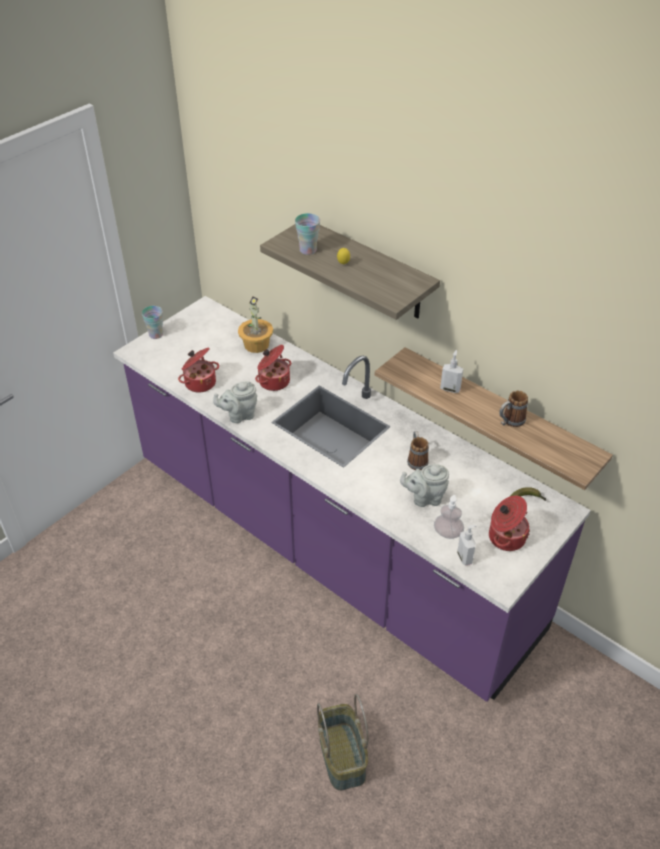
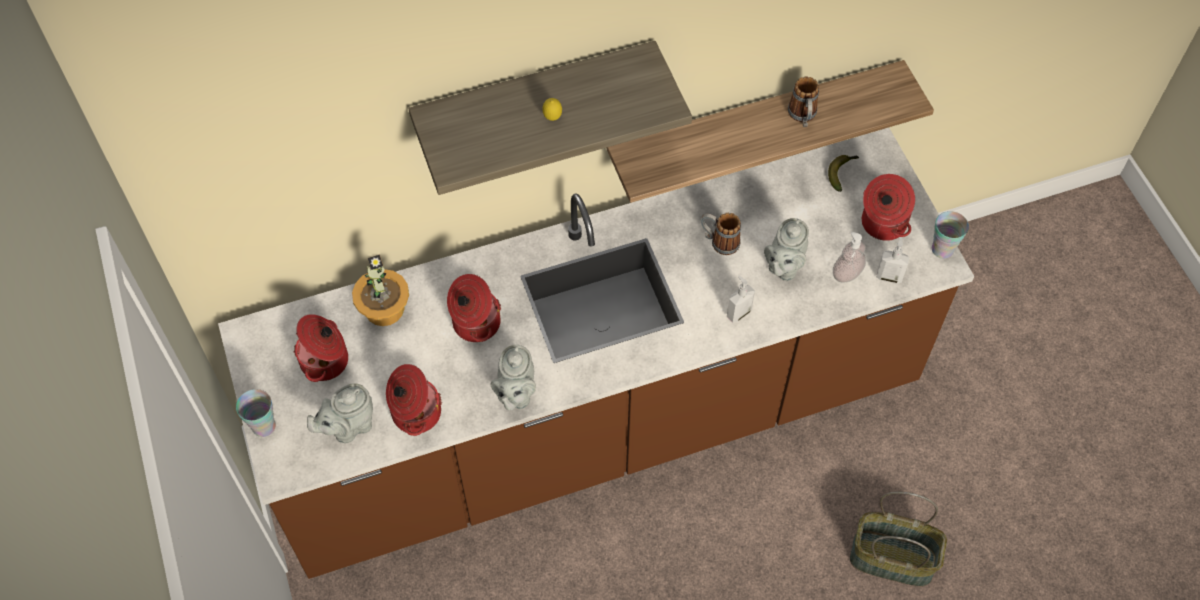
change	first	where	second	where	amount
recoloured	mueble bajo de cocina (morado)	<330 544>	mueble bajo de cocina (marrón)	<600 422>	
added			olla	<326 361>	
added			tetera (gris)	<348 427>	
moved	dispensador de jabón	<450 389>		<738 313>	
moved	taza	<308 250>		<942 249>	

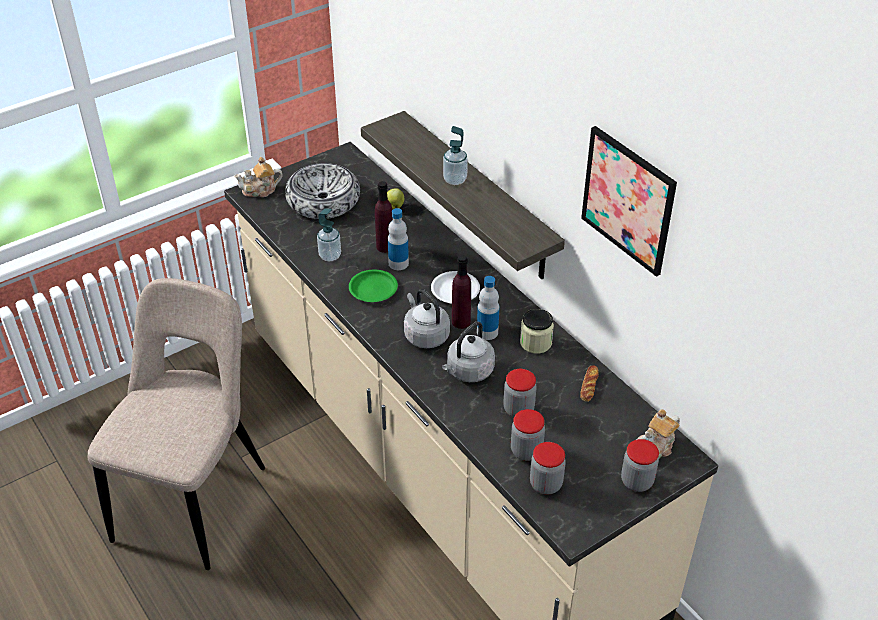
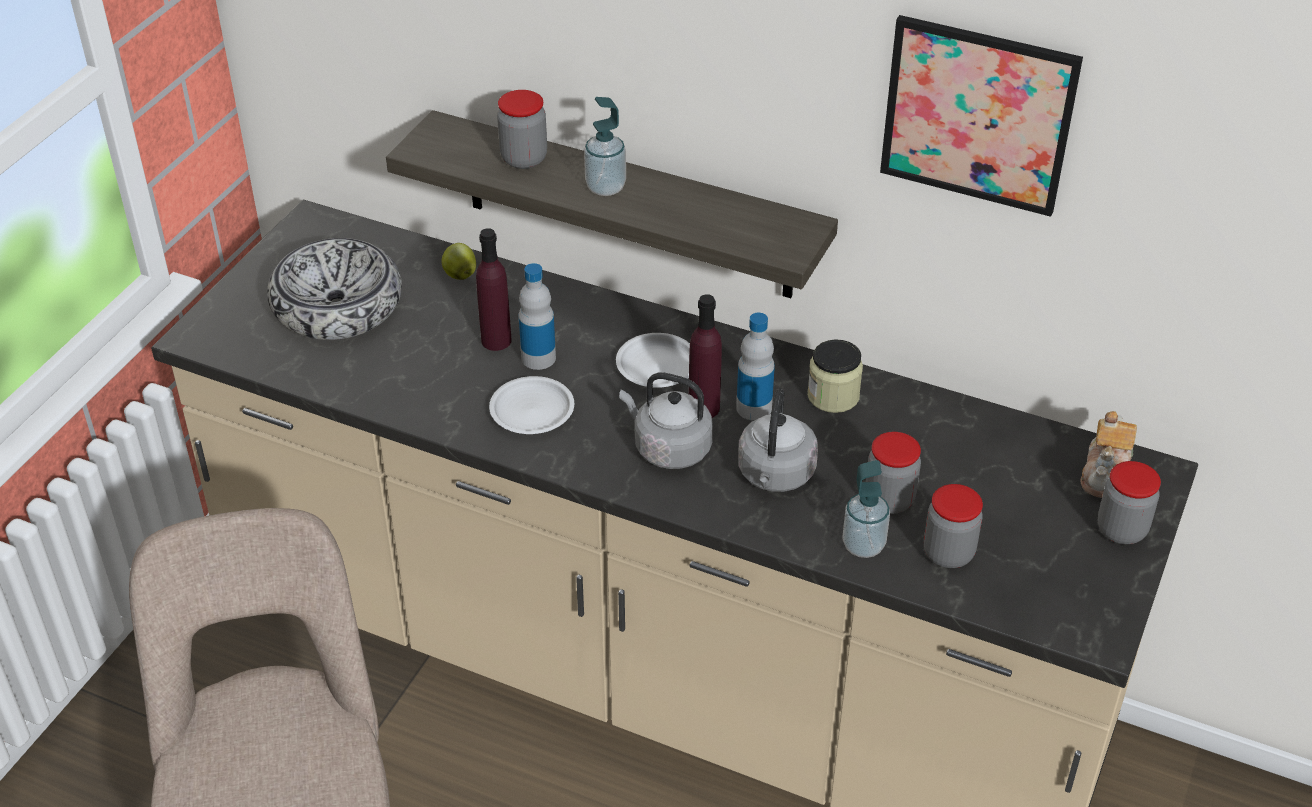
change	first	where	second	where	amount
recoloured	plato (verde)	<373 288>	plato (blanco)	<532 410>	
moved	tarro	<545 484>		<524 159>	
moved	dispensador de jabón	<330 256>		<863 545>	
removed	tetera	<260 190>			
removed	pan	<589 385>			

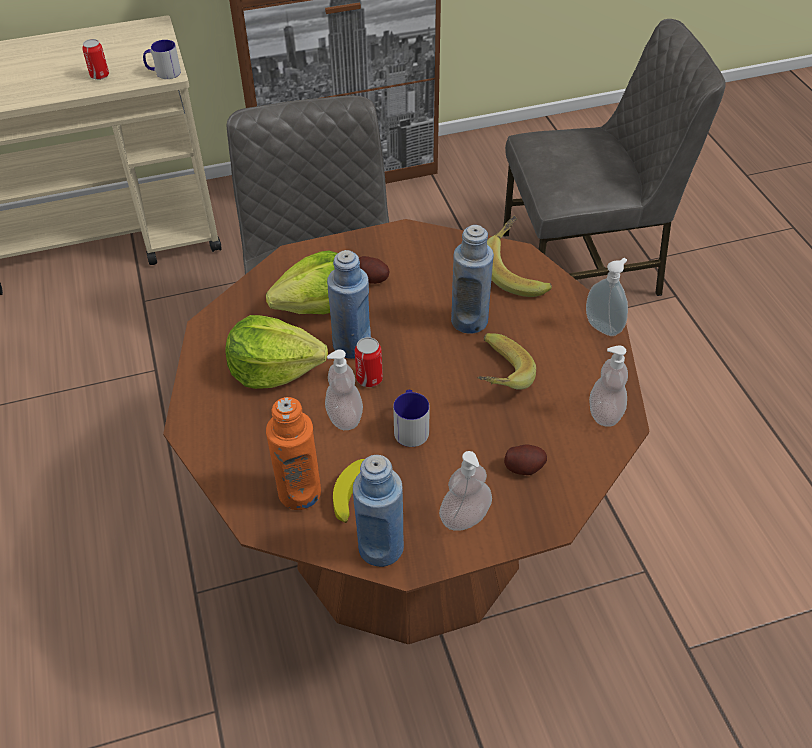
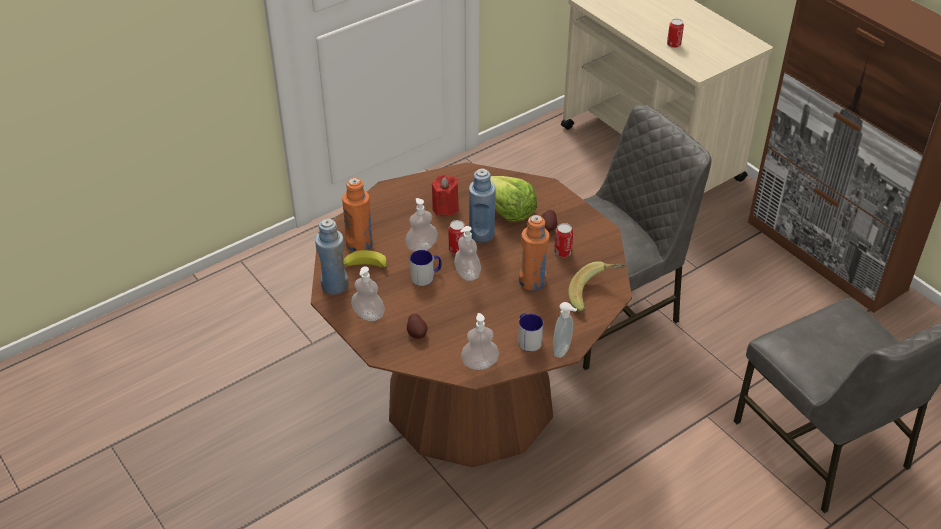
change	first	where	second	where	amount
replaced	lechuga	<274 369>	vela (rojo)	<445 208>	
added			dispensador de jabón	<467 274>	
moved	taza grande	<163 73>		<527 339>	
recoloured	botella (azul)	<469 320>	botella (naranja)	<532 281>	
added			lata	<562 252>	
removed	plátano	<495 377>			

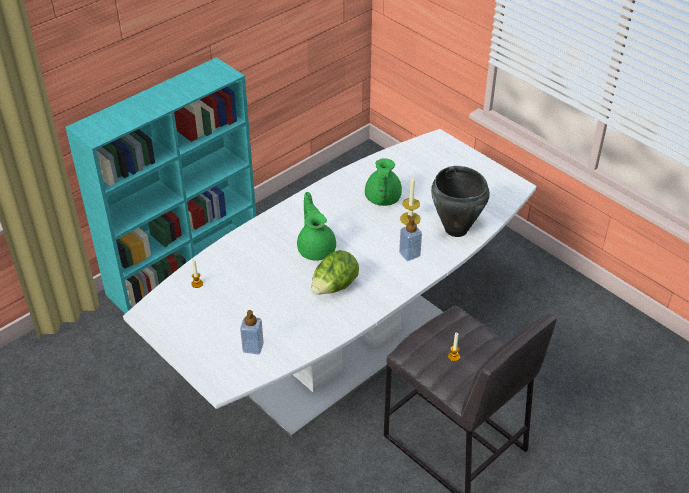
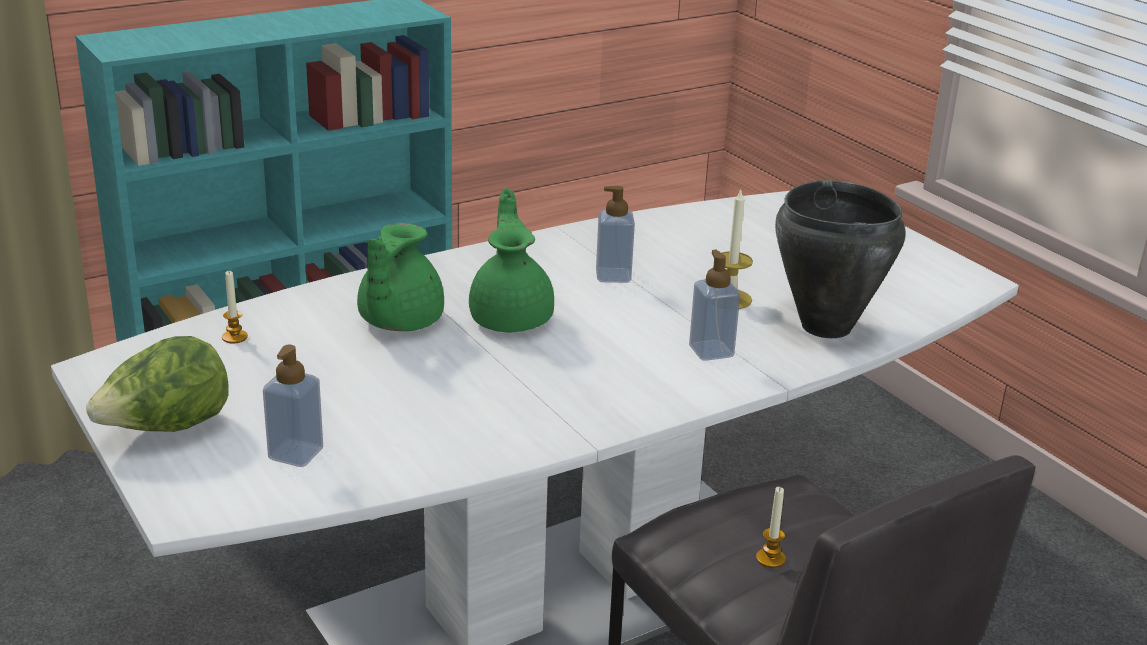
change	first	where	second	where	amount
moved	lechuga	<334 287>		<167 429>	
moved	tetera (verde)	<382 199>		<398 322>	
added			dispensador de jabón	<613 276>	

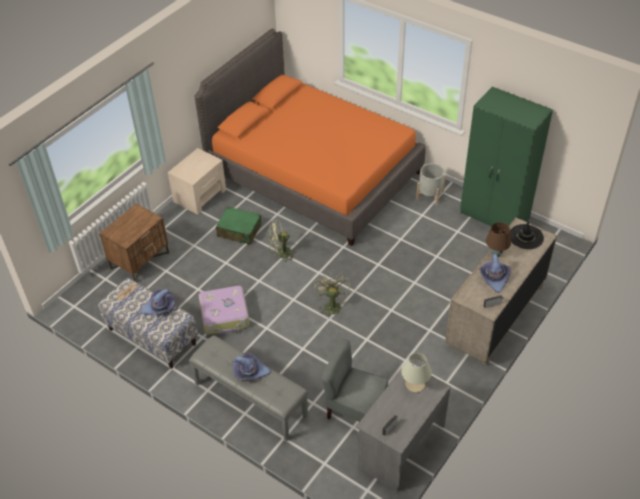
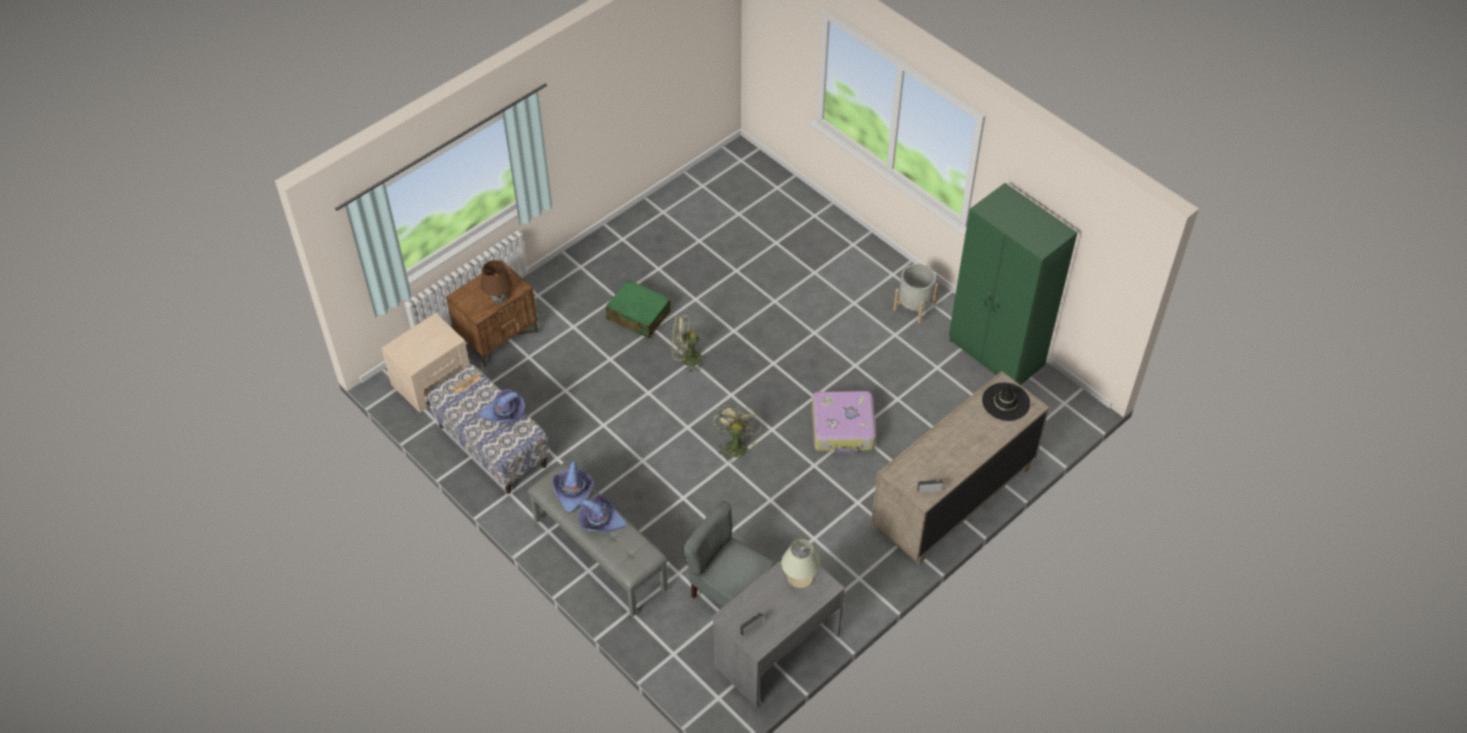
change	first	where	second	where	amount
moved	mesita de noche (beis)	<200 195>		<432 380>	
moved	lámpara de mesa (marrón)	<495 254>		<499 299>	
moved	sombrero (morado)	<494 277>		<573 491>	
moved	maleta	<225 315>		<843 428>	
removed	cama (naranja)	<314 173>			

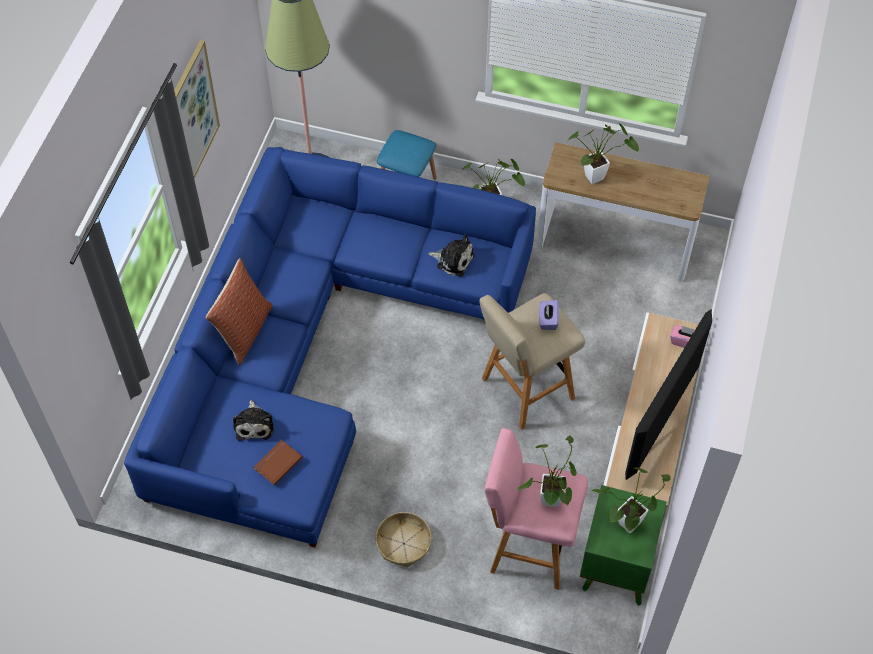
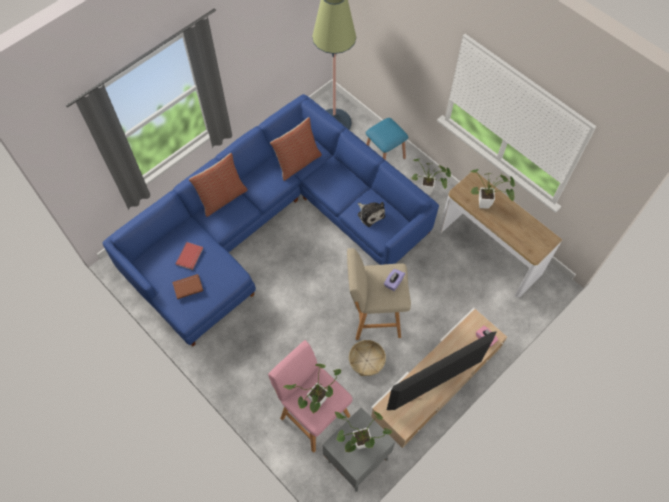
change	first	where	second	where	amount
replaced	peluche	<254 424>	libro (rojo)	<190 256>	
added			cojín	<297 162>	
recoloured	mesita de noche (verde)	<616 568>	mesita de noche (gris)	<356 459>	
moved	cesta	<403 543>		<366 360>	
removed	cuadro	<193 111>			

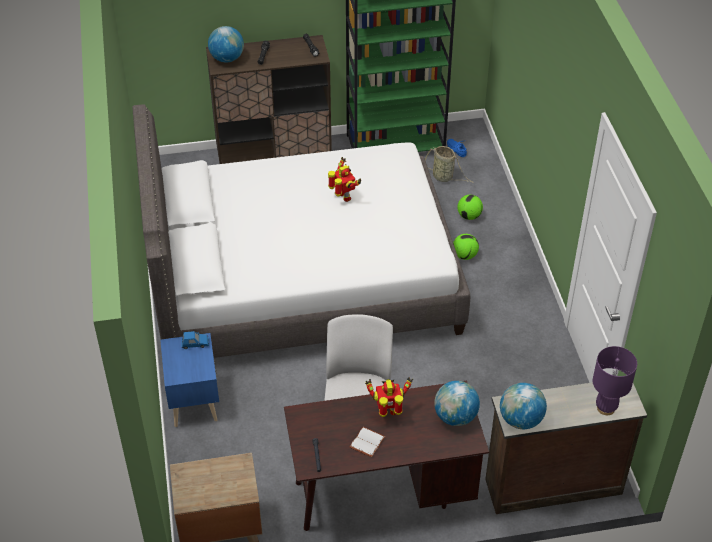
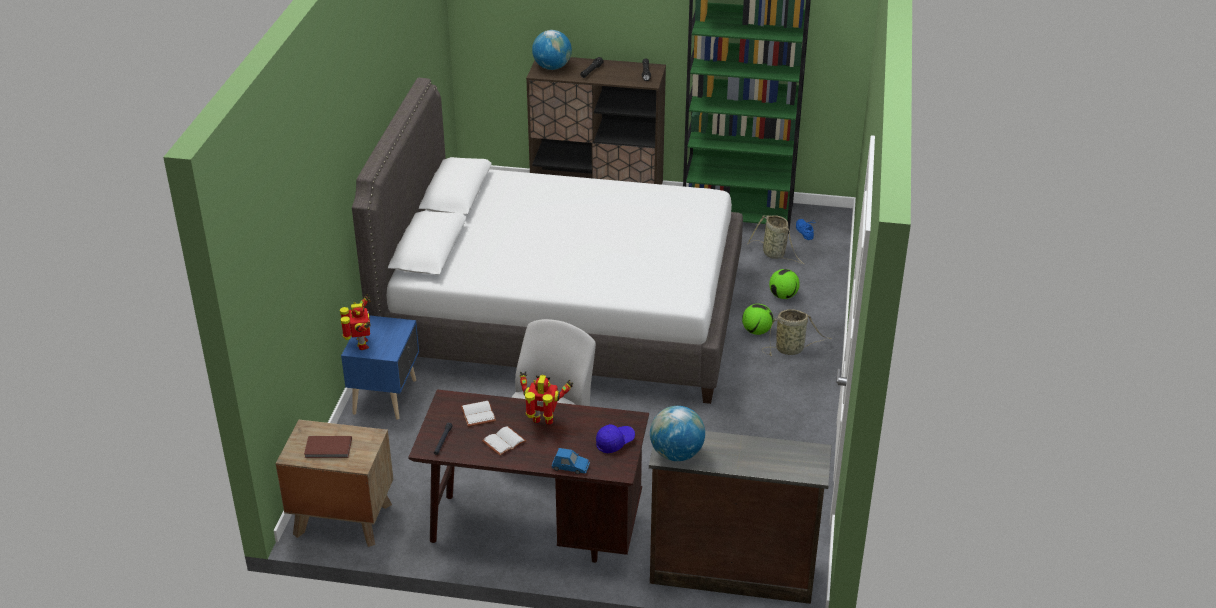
change	first	where	second	where	amount
added			libro (marrón)	<329 449>	
moved	robot de juguete	<344 197>		<361 345>	
added			libro (blanco)	<477 414>	
moved	coche de juguete (azul)	<195 343>		<570 467>	
replaced	globo terráqueo	<455 417>	gorra (azul)	<615 442>	
added			cesta	<791 349>	
removed	lámpara de mesa (morado)	<605 408>			

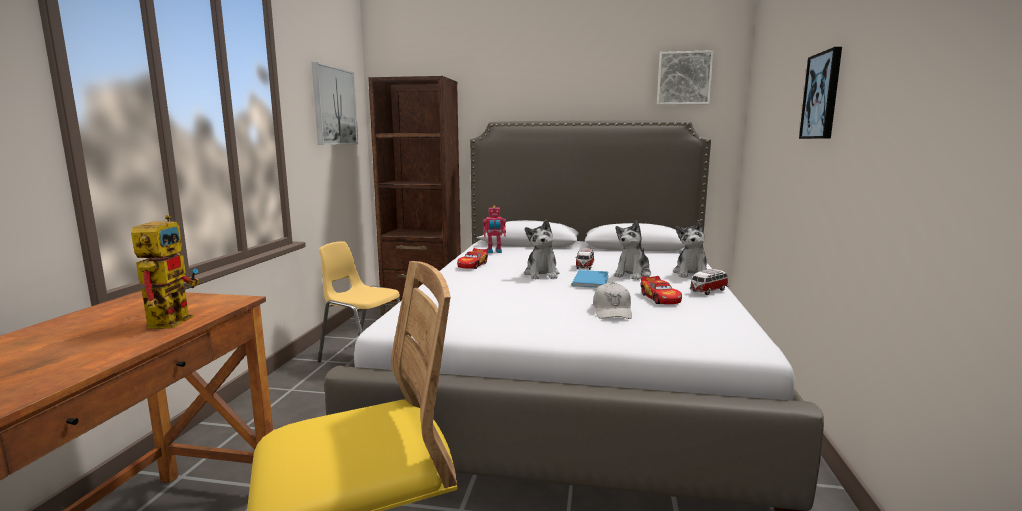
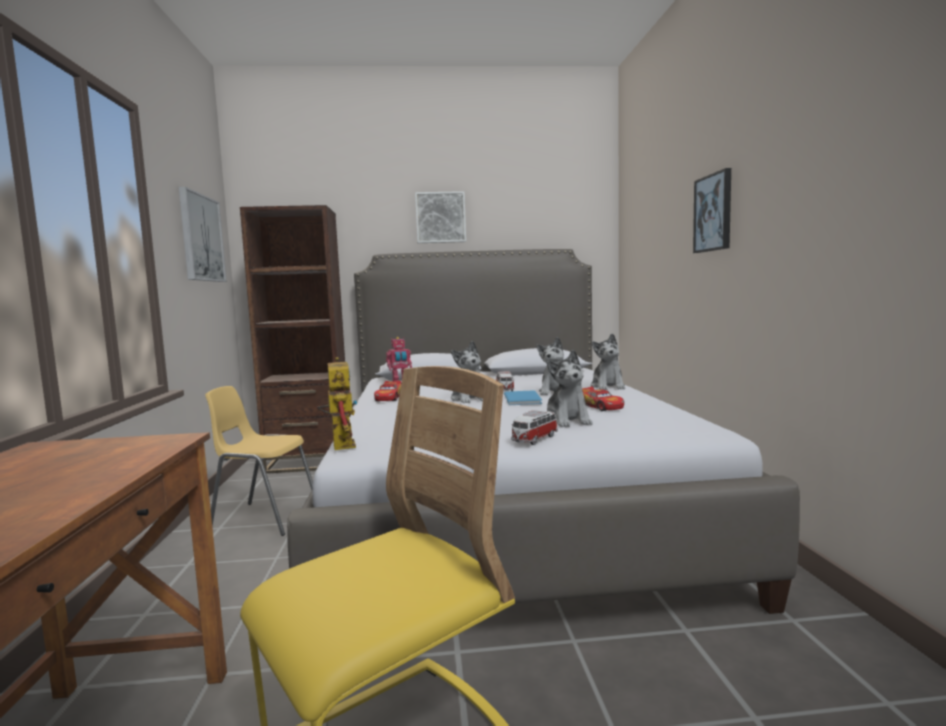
change	first	where	second	where	amount
moved	robot de juguete	<172 319>		<340 443>	
moved	cuadro	<684 78>		<440 217>	
moved	coche de juguete	<708 291>		<534 439>	
replaced	gorra (blanco)	<612 311>	peluche	<567 420>	

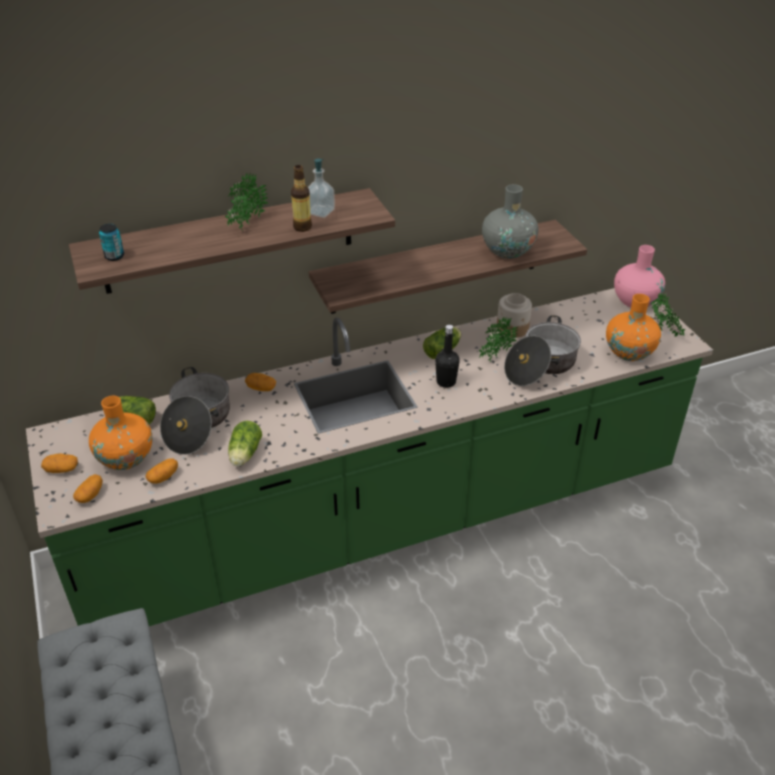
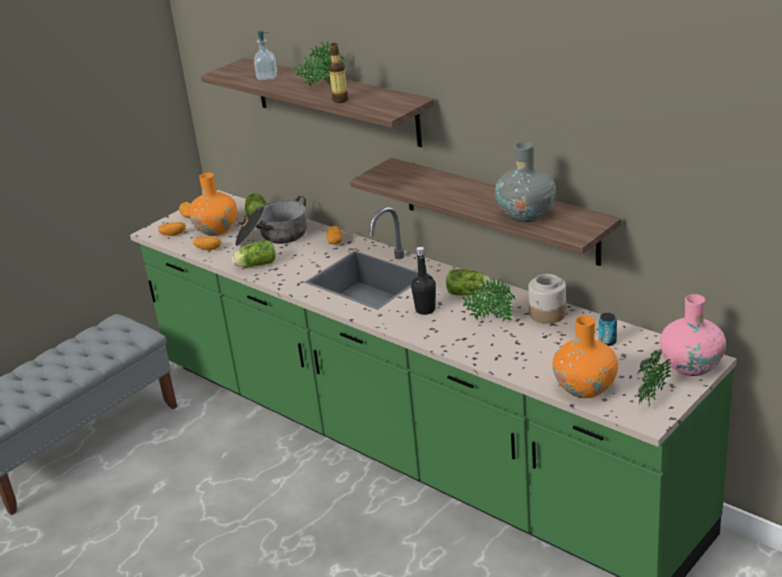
change	first	where	second	where	amount
moved	dispensador de jabón	<320 212>		<267 77>	
moved	lata	<114 256>		<607 342>	
removed	olla	<540 366>			

